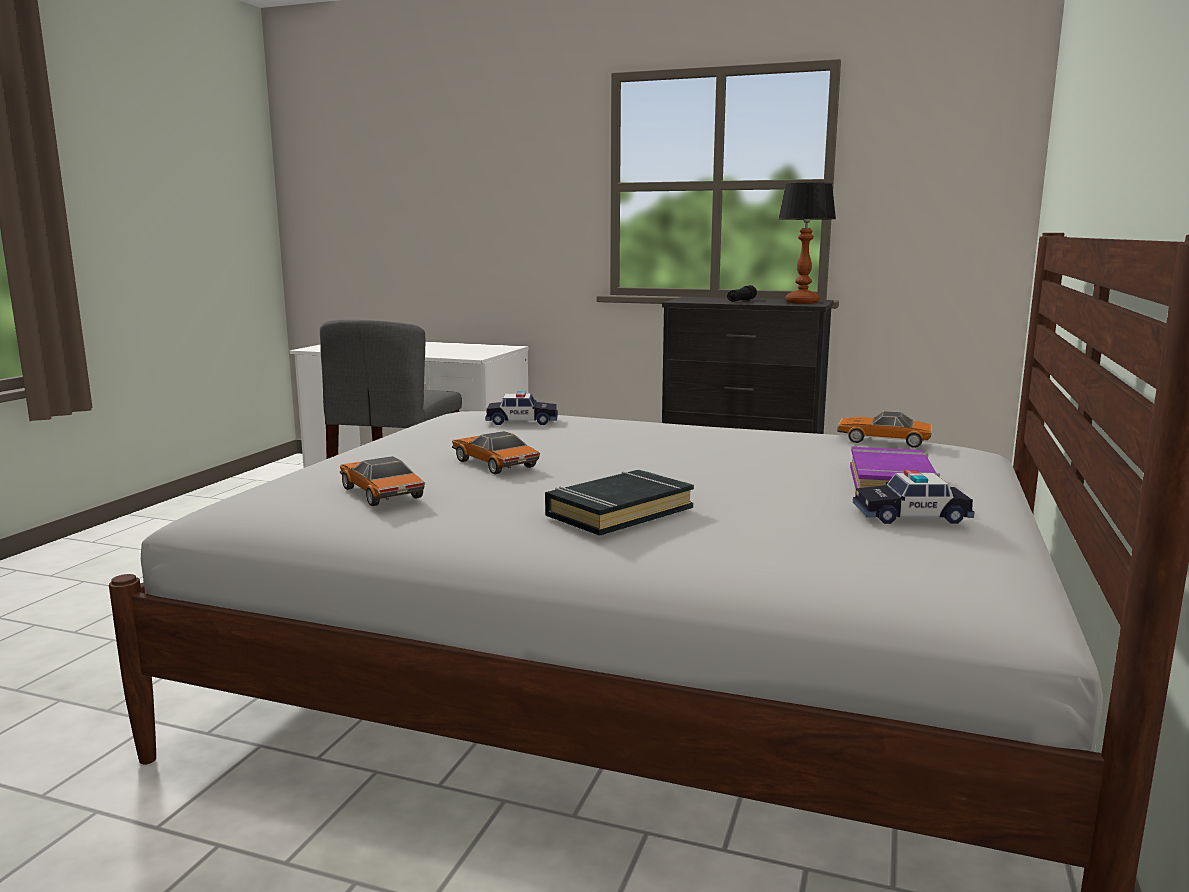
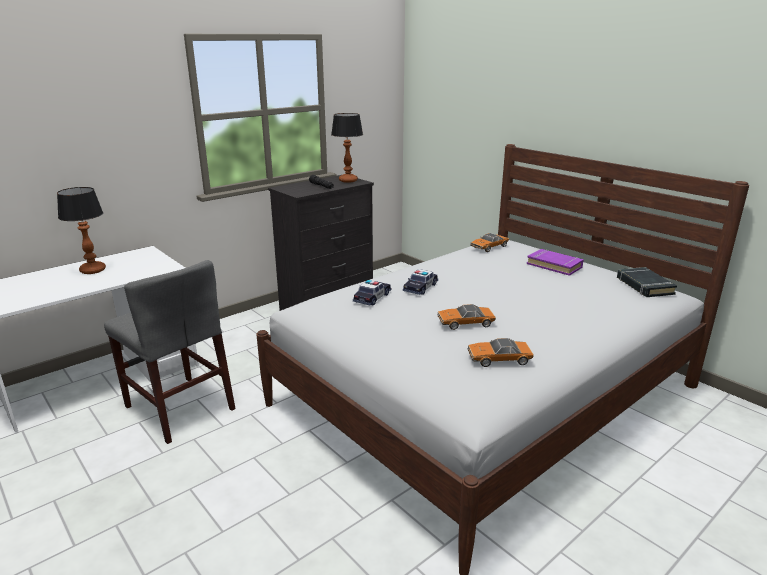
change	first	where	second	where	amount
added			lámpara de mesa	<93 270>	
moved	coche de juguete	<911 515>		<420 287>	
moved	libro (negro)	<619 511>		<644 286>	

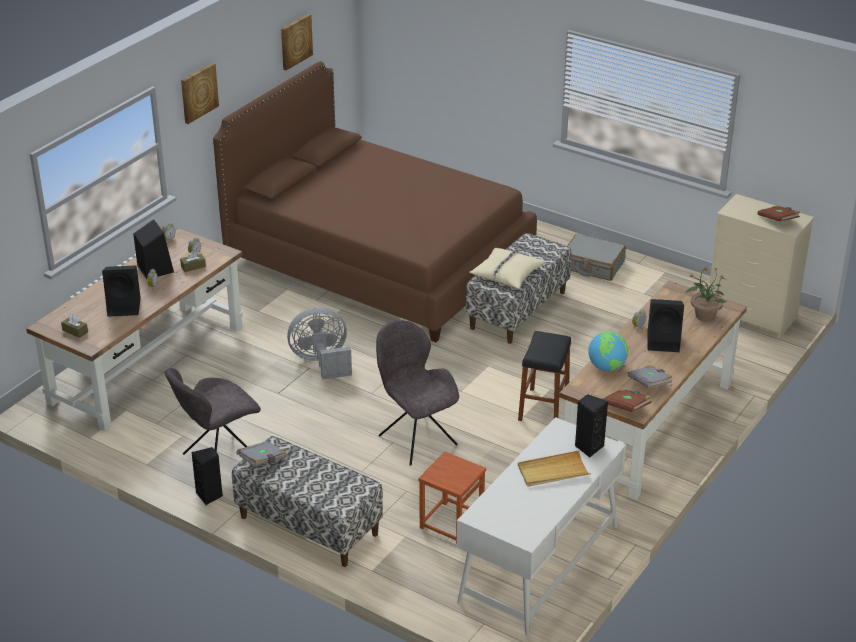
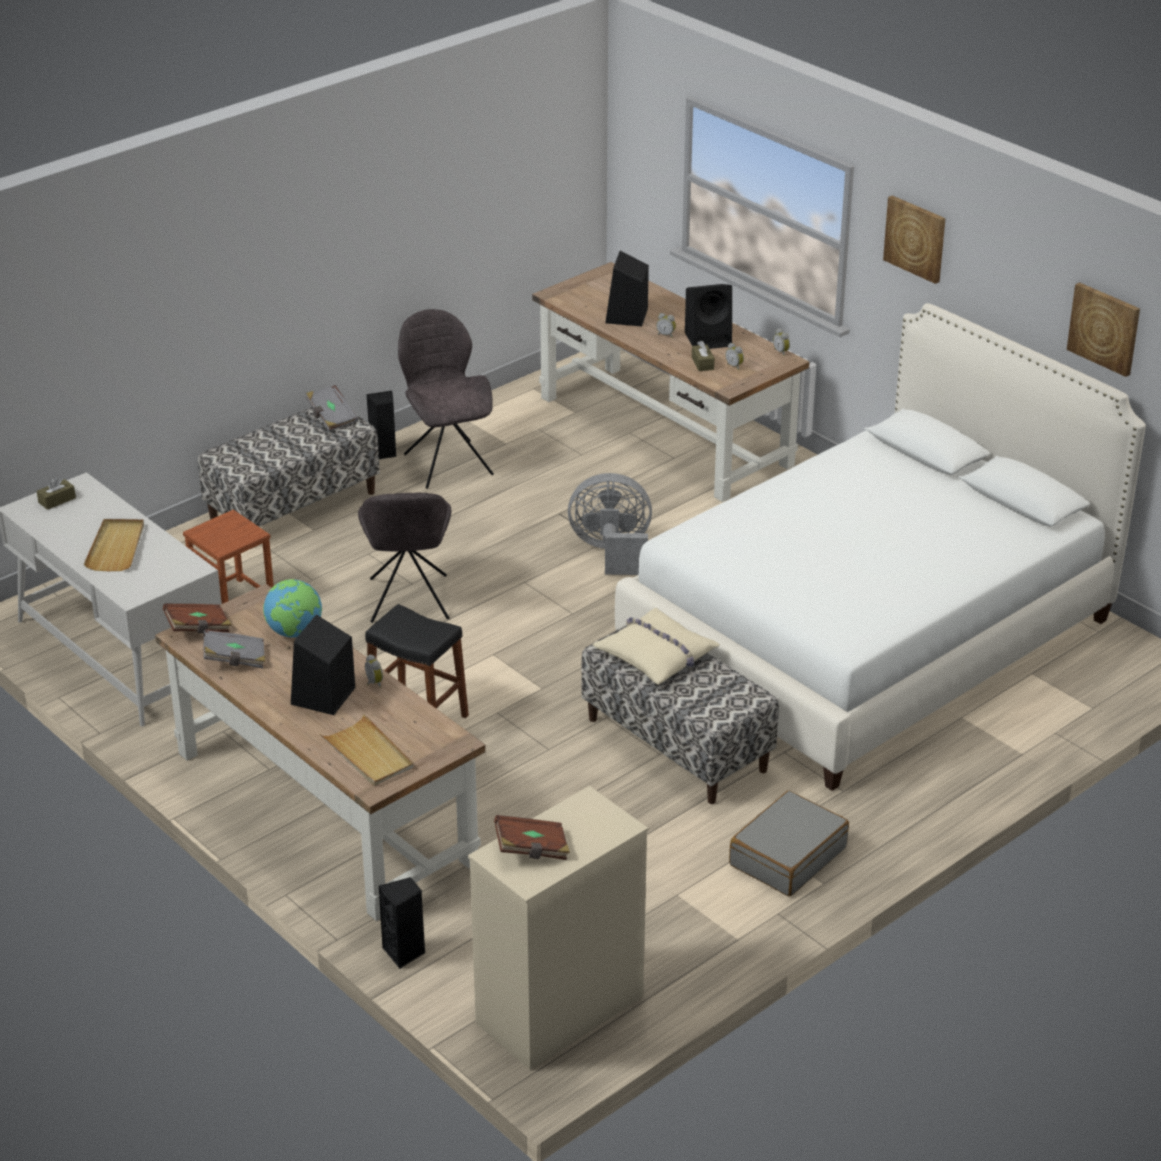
change	first	where	second	where	amount
moved	caja de pañuelos (marrón)	<75 331>		<57 500>	
replaced	planta en maceta	<704 315>	bandeja (beis)	<368 754>	
turned	silla (gris)	<416 438>		<409 601>	105 degrees clockwise
moved	altavoz (negro)	<588 447>		<405 953>	
turned	ventilador (gris)	<321 362>		<612 552>	90 degrees counterclockwise
recoloured	cama (marrón)	<379 260>	cama (blanco)	<868 635>	

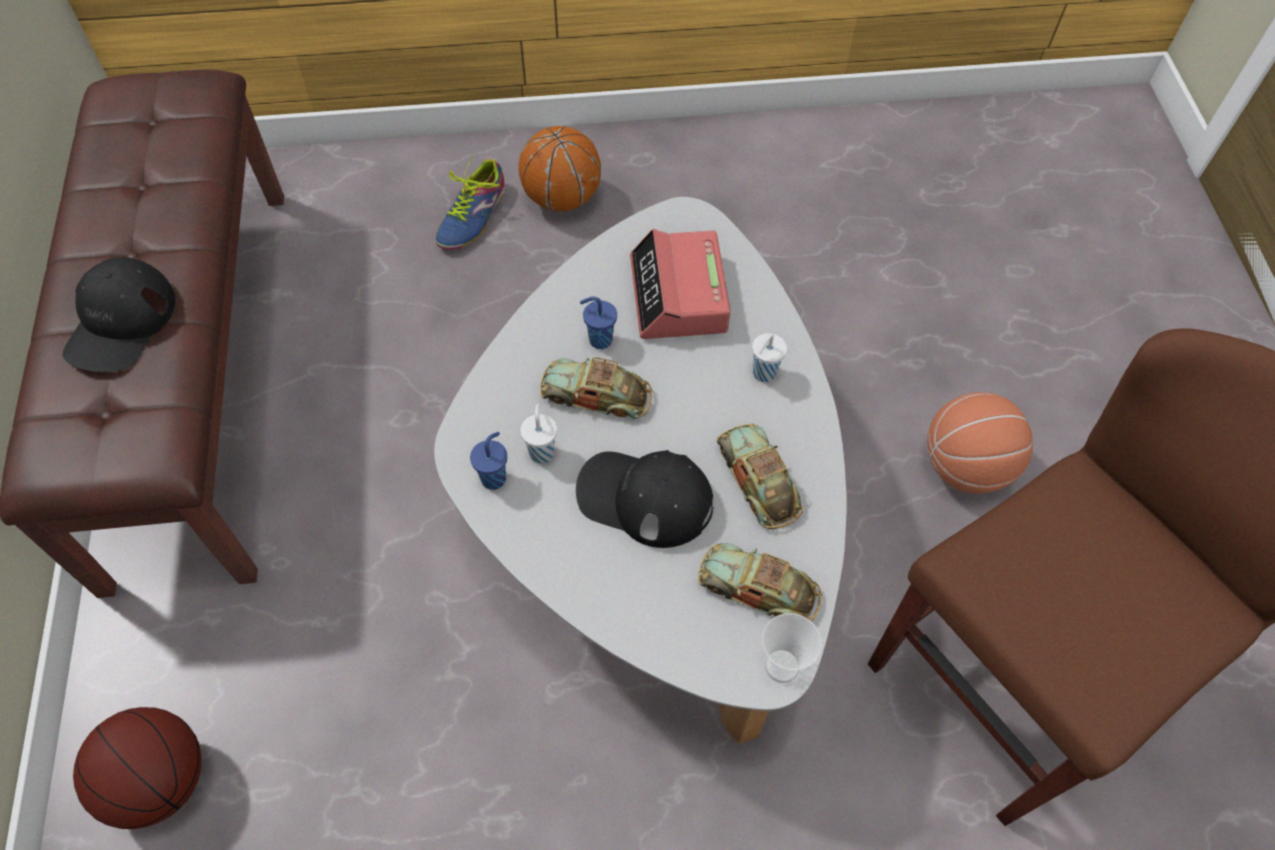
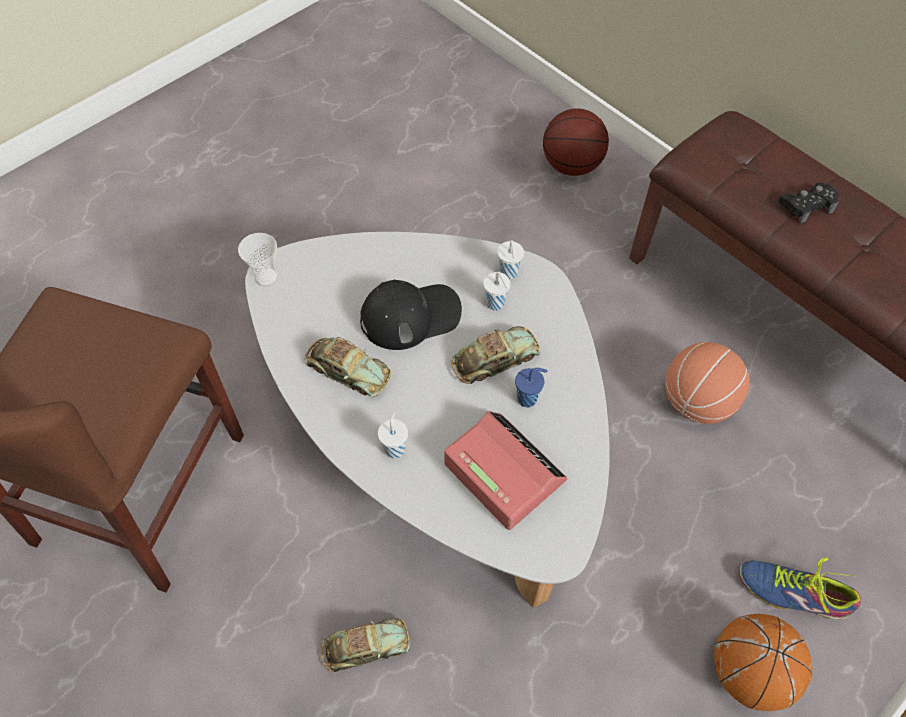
change	first	where	second	where	amount
moved	coche de juguete	<758 588>		<366 646>	
recoloured	taza (azul)	<494 477>	taza (blanco)	<508 273>	
moved	balón de baloncesto	<966 466>		<696 401>	
turned	zapato	<473 216>		<793 592>	60 degrees counterclockwise
replaced	gorra (negro)	<120 322>	mando de consola (negro)	<806 206>	

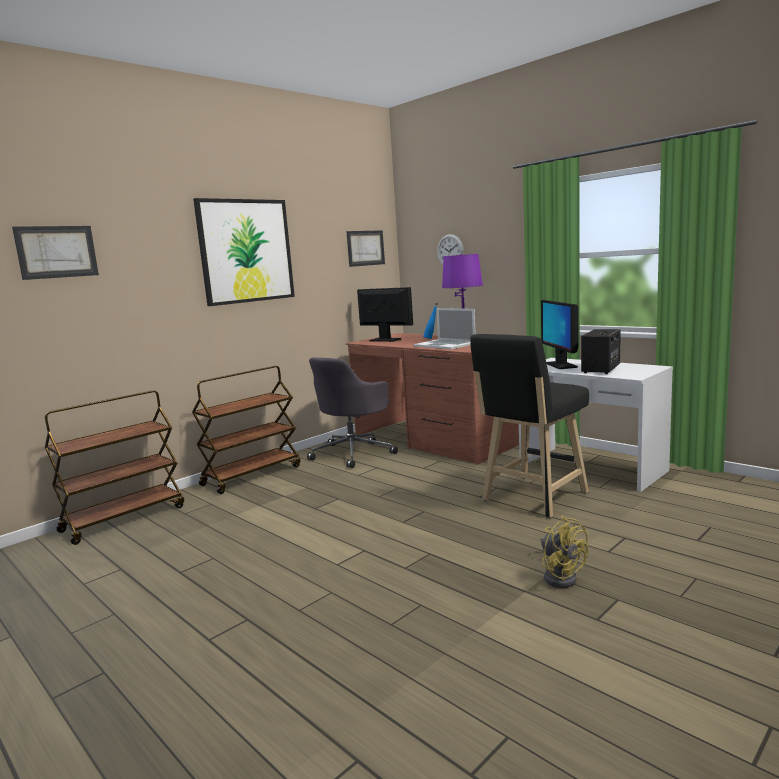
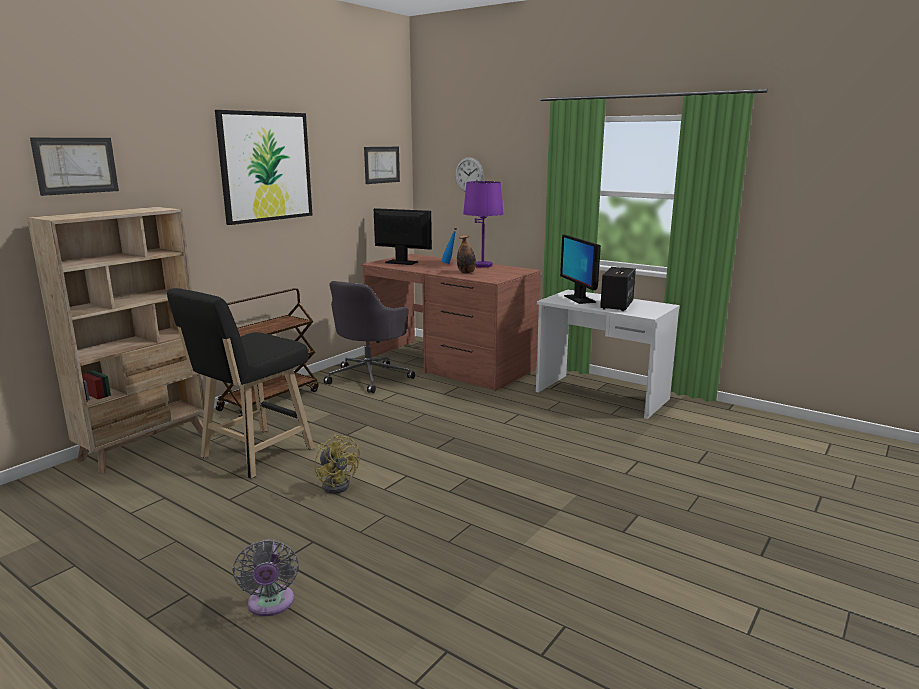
change	first	where	second	where	amount
replaced	carrito (marrón)	<124 518>	estantería (beis)	<146 446>	
moved	taburete (negro)	<531 498>		<252 455>	
added			ventilador (gris)	<270 605>	
moved	ventilador (amarillo)	<560 576>		<338 484>	
replaced	portátil	<445 345>	botella	<466 272>	

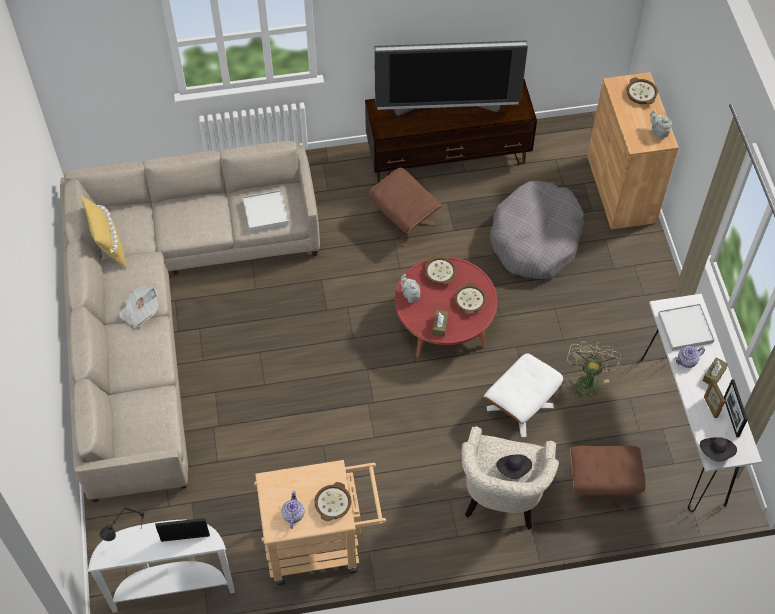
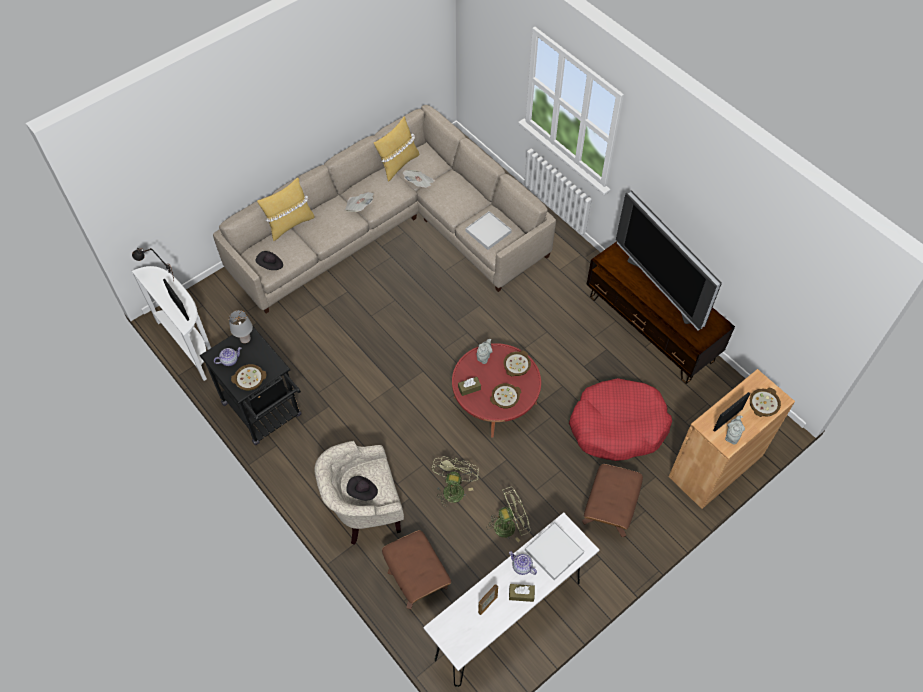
change	first	where	second	where	amount
recoloured	carrito (beis)	<321 545>	carrito (negro)	<265 413>	
added			lámpara de mesa (gris)	<245 339>	
moved	sombrero (negro)	<716 452>		<270 265>	
added			cojín (amarillo)	<290 224>	
added			periódico	<419 184>	
replaced	puf (blanco)	<520 407>	ventilador (verde)	<453 488>	
recoloured	cama para perro (gris)	<536 239>	cama para perro (rojo)	<617 426>	
moved	puf (marrón)	<405 221>		<609 511>	
moved	portarretratos	<731 417>		<727 419>	

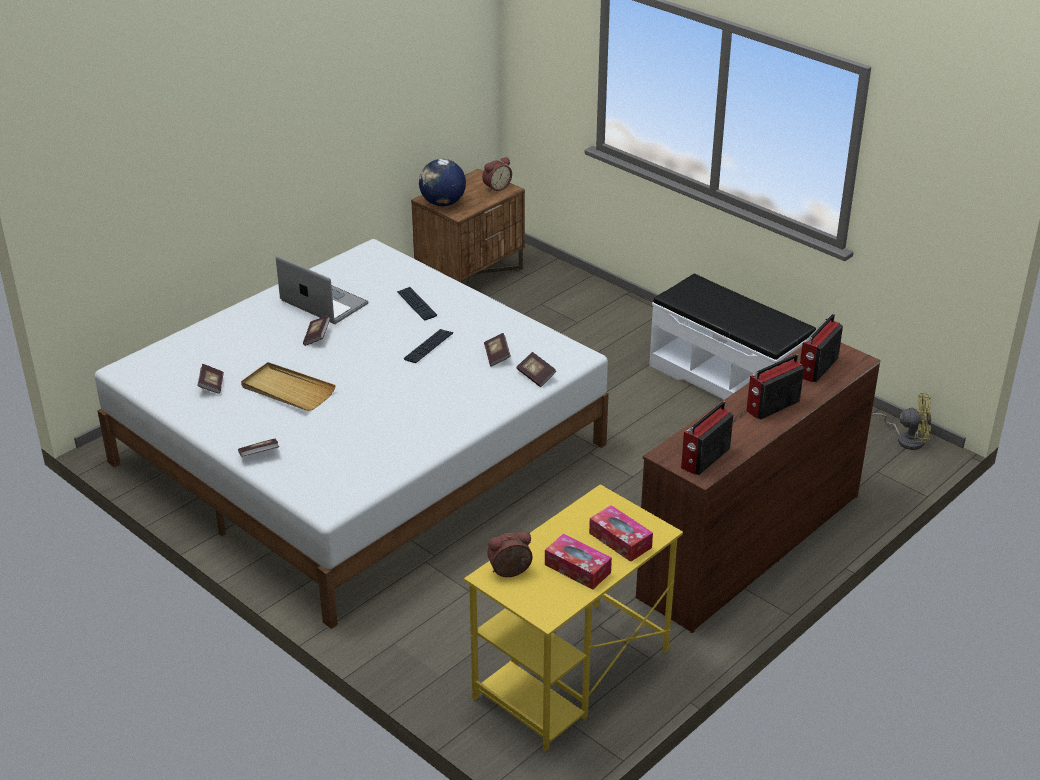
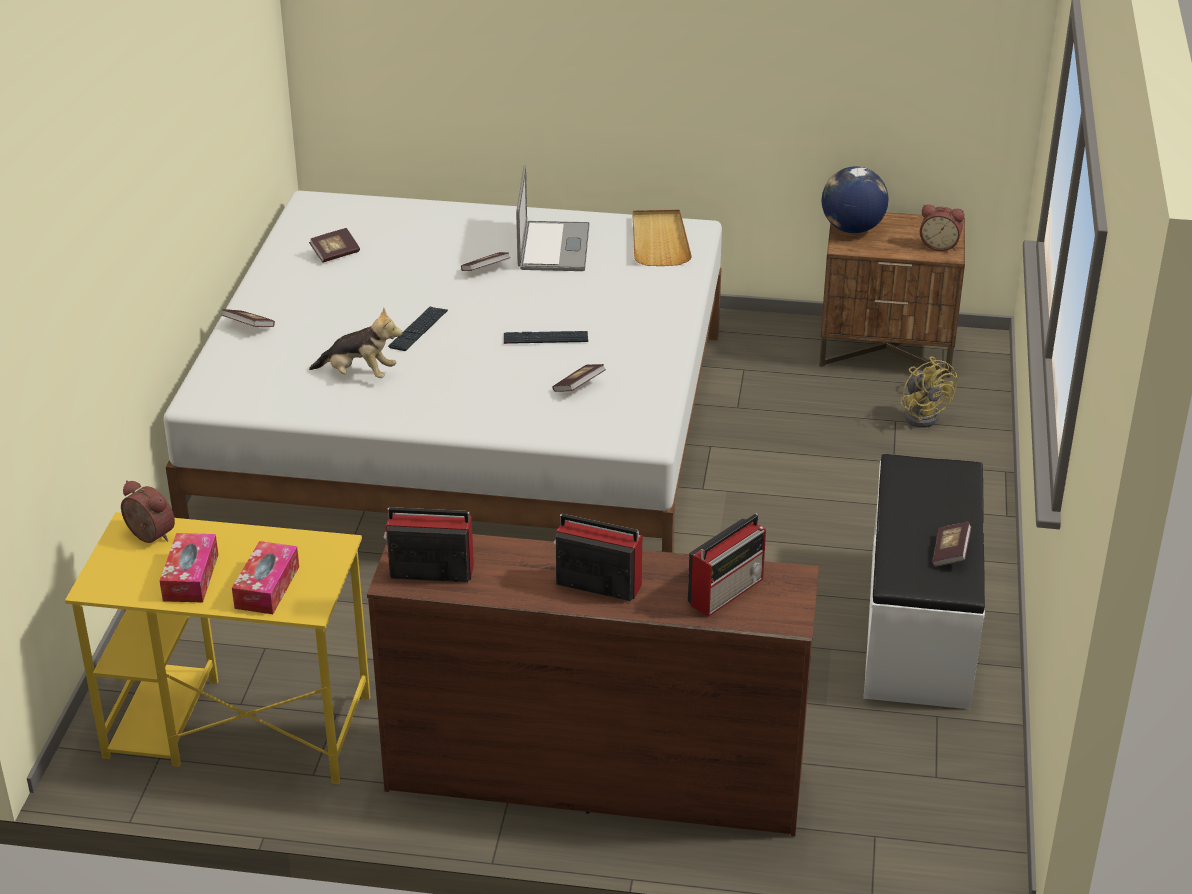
change	first	where	second	where	amount
added			peluche	<359 374>	
moved	teclado	<416 304>		<418 330>	
moved	bandeja (beis)	<287 390>		<659 241>	
turned	radio	<817 368>		<727 590>	135 degrees clockwise
moved	ventilador (amarillo)	<906 439>		<923 414>	
moved	libro	<536 376>		<950 553>	

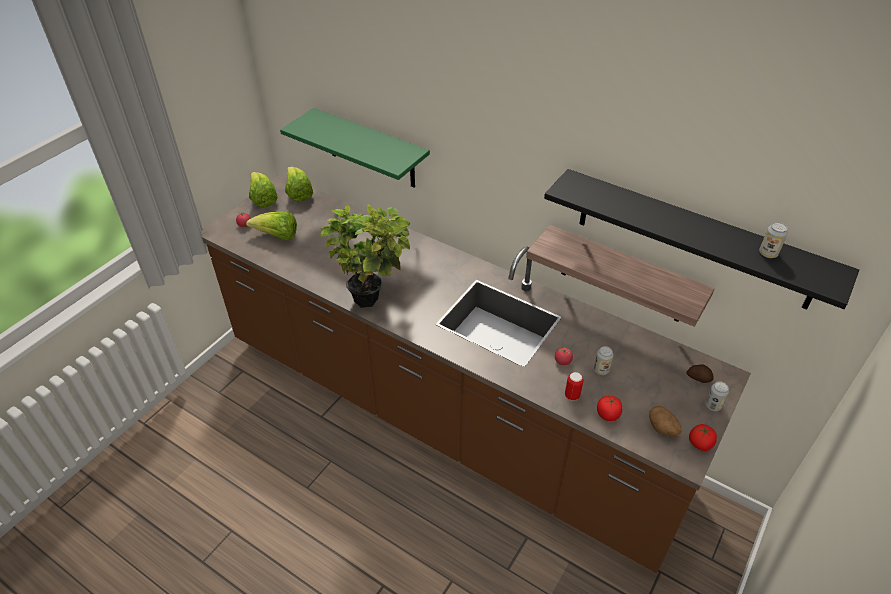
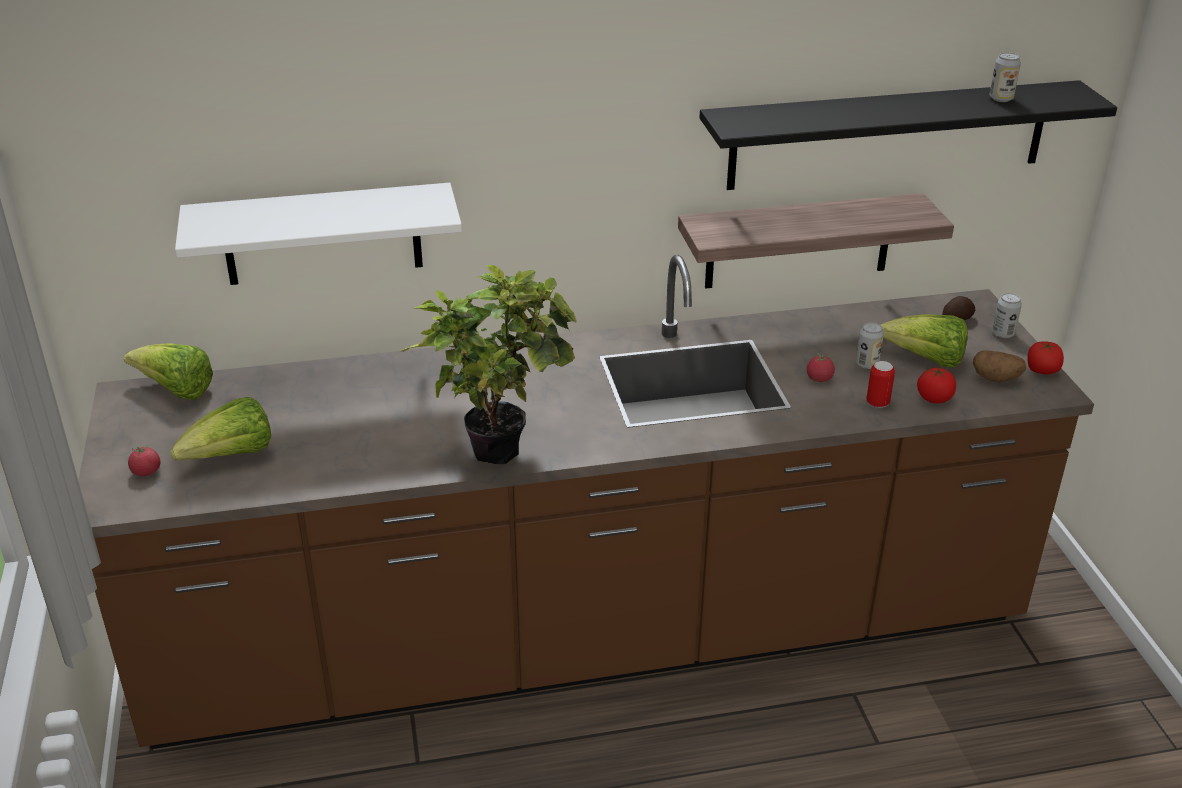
change	first	where	second	where	amount
recoloured	estante (verde)	<371 149>	estante (blanco)	<322 234>	
moved	lechuga	<263 199>		<925 360>	

